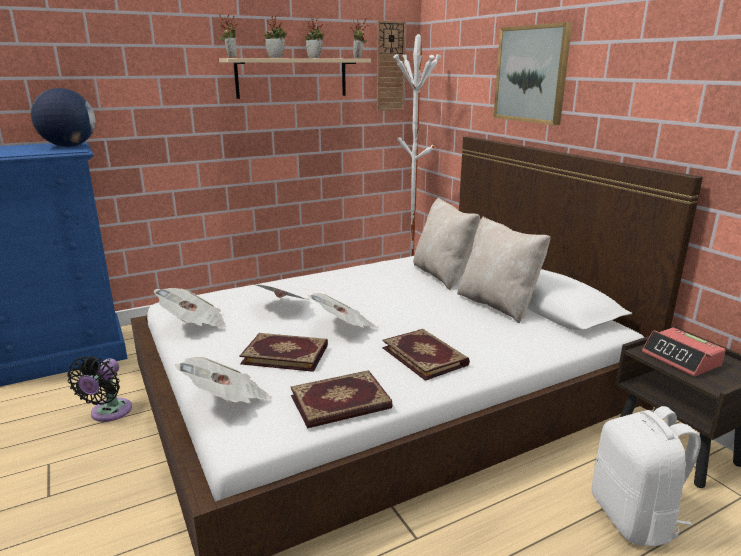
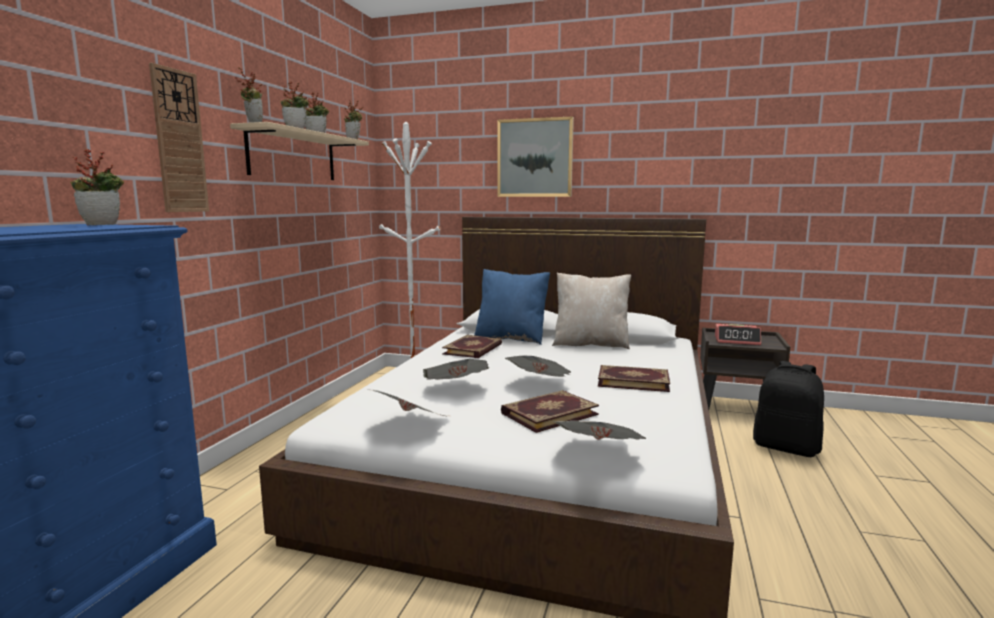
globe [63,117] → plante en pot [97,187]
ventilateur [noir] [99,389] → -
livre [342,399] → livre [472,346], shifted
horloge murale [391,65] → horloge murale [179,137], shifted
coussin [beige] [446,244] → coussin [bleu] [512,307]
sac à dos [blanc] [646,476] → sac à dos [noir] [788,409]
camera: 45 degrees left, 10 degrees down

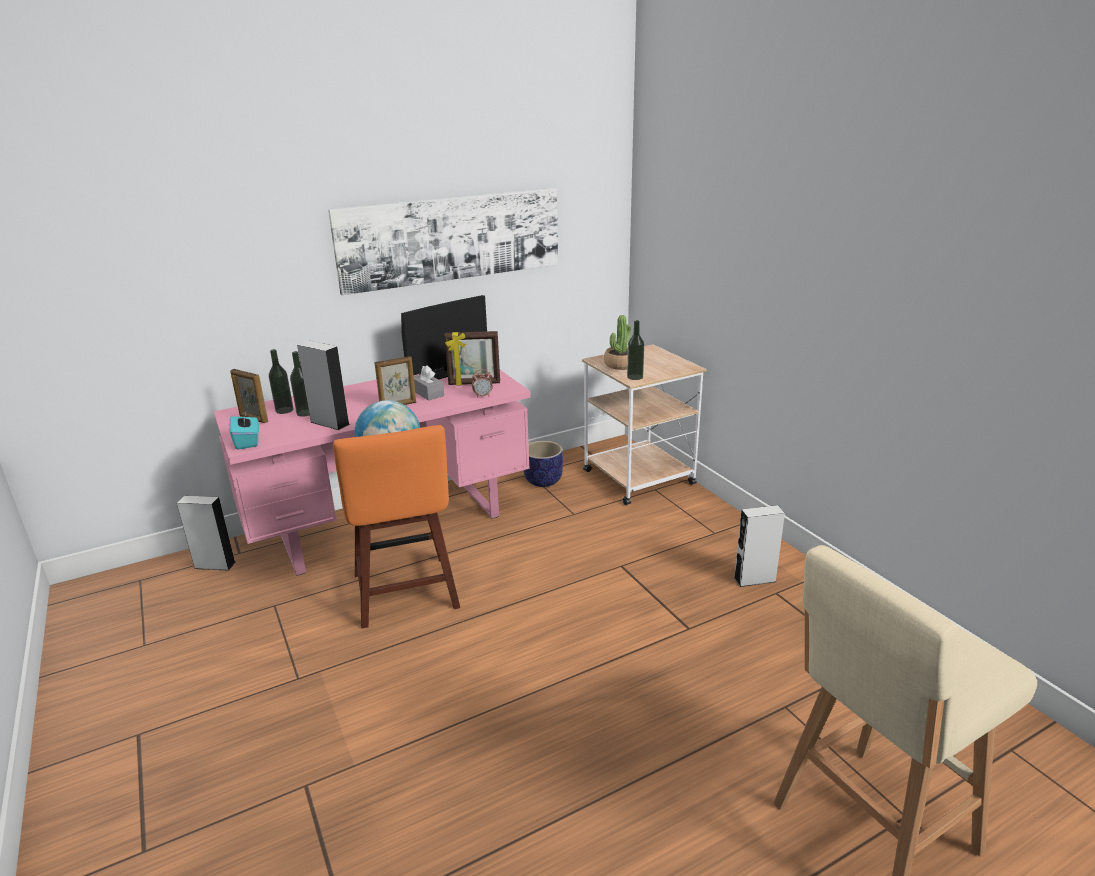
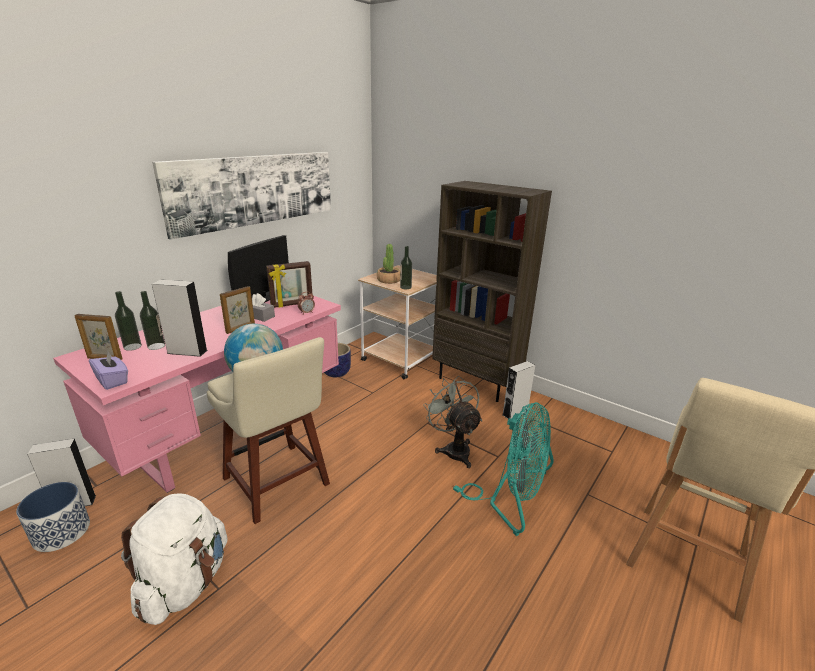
boîte à mouchoirs [turquoise] [244,431] → boîte à mouchoirs [violet] [108,370]
tabouret [orange] [396,527] → tabouret [beige] [268,430]
- → cache-pot [53,517]
- → sac à dos [blanc] [174,559]
- → ventilateur [gris] [453,422]
- → bibliothèque [marron] [492,291]
- → ventilateur [turquoise] [503,469]
camera: 25 degrees left, 0 degrees up

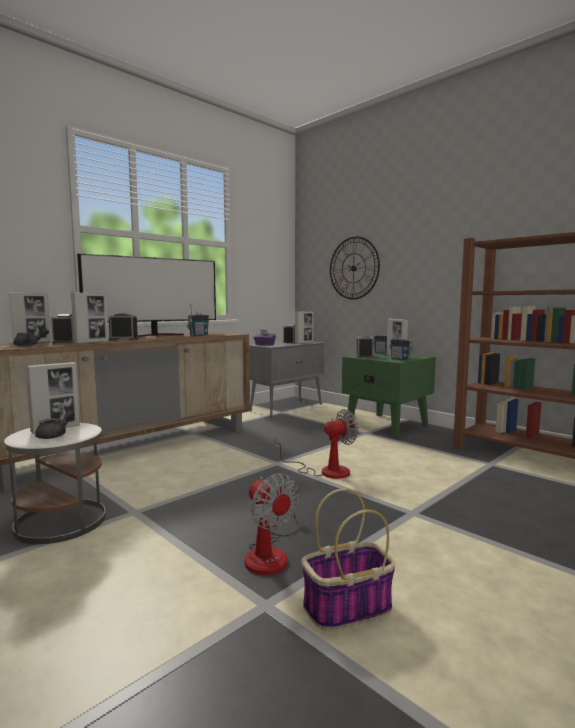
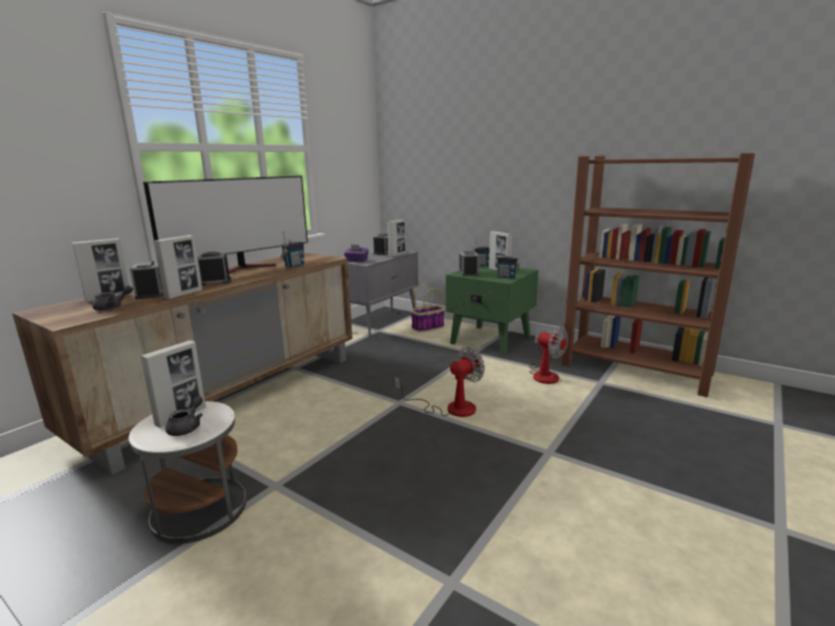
ventilateur [272,524] → ventilateur [548,355], shifted
panier [348,559] → panier [427,308], shifted
horloge murale [355,268] → -
camera: 10 degrees left, 10 degrees up

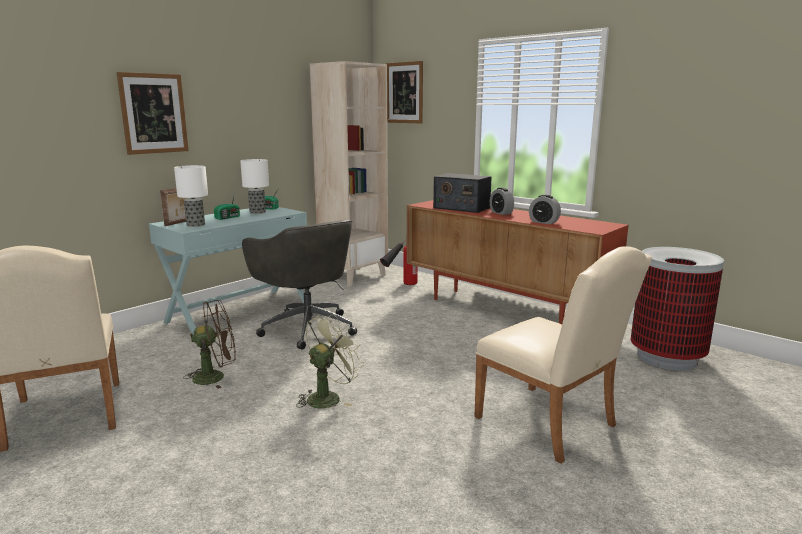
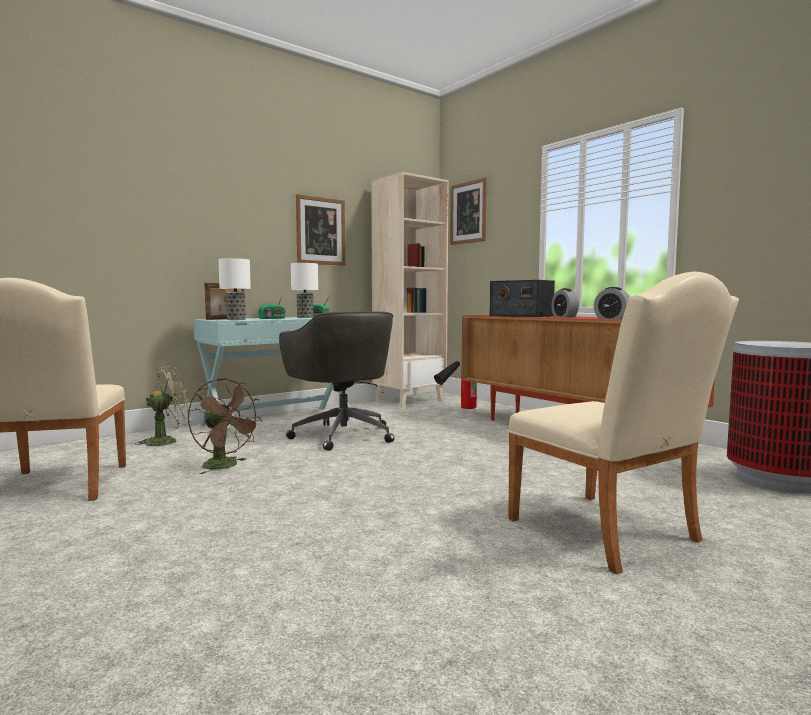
tableau [152,113] → tableau [320,230], shifted
ventilateur [marron] [209,344] → ventilateur [marron] [225,426], 45 degrees clockwise
ventilateur [vert] [330,361] → ventilateur [vert] [163,405], shifted
camera: 10 degrees right, 10 degrees down

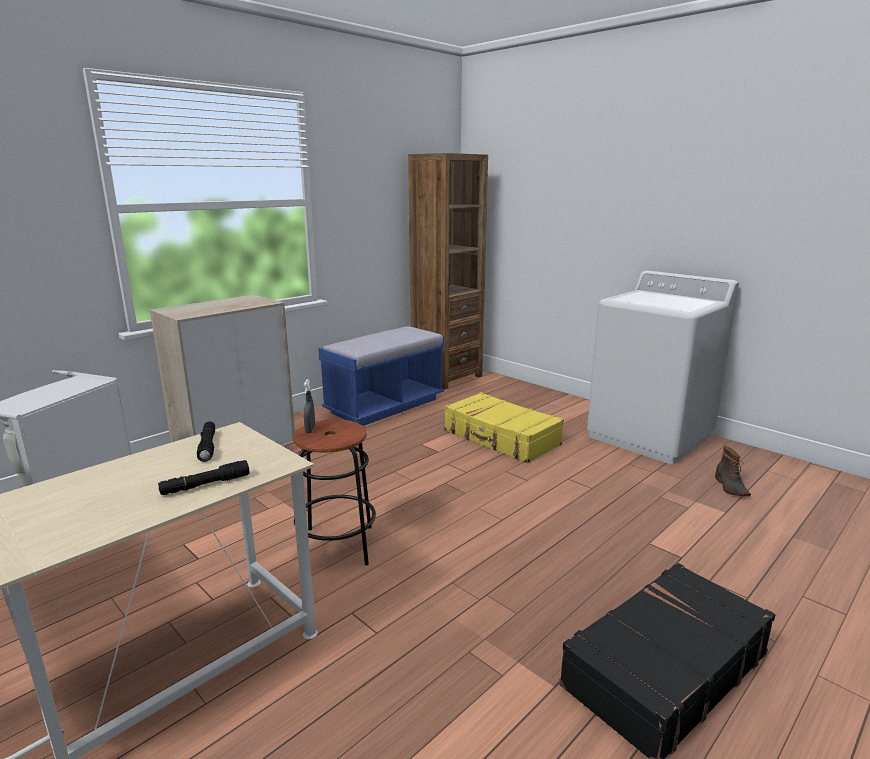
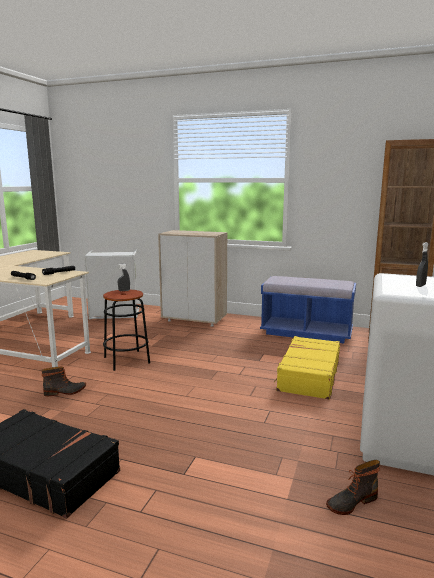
- → botte [64,381]
- → vaporisateur [gris] [422,264]
camera: 65 degrees right, 5 degrees down

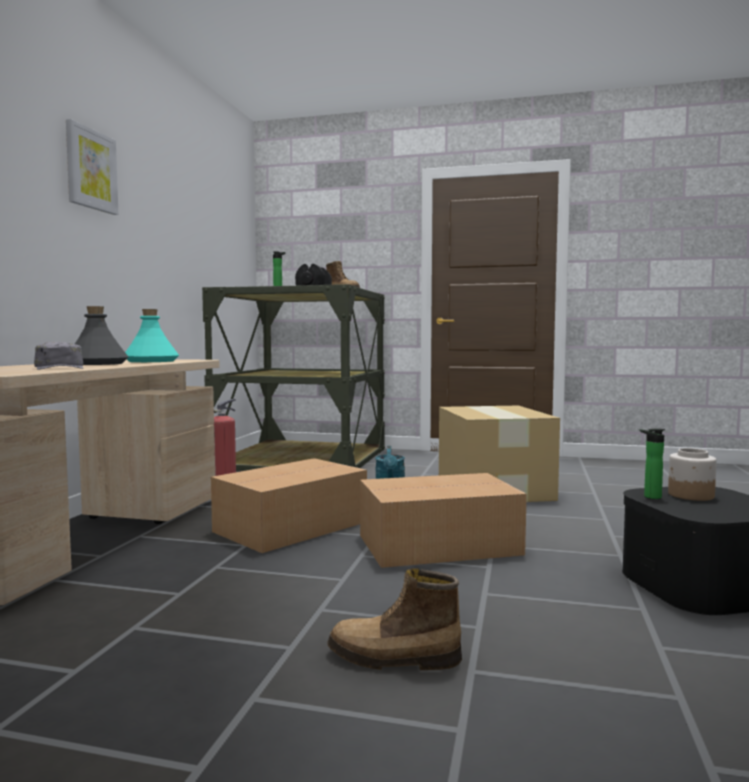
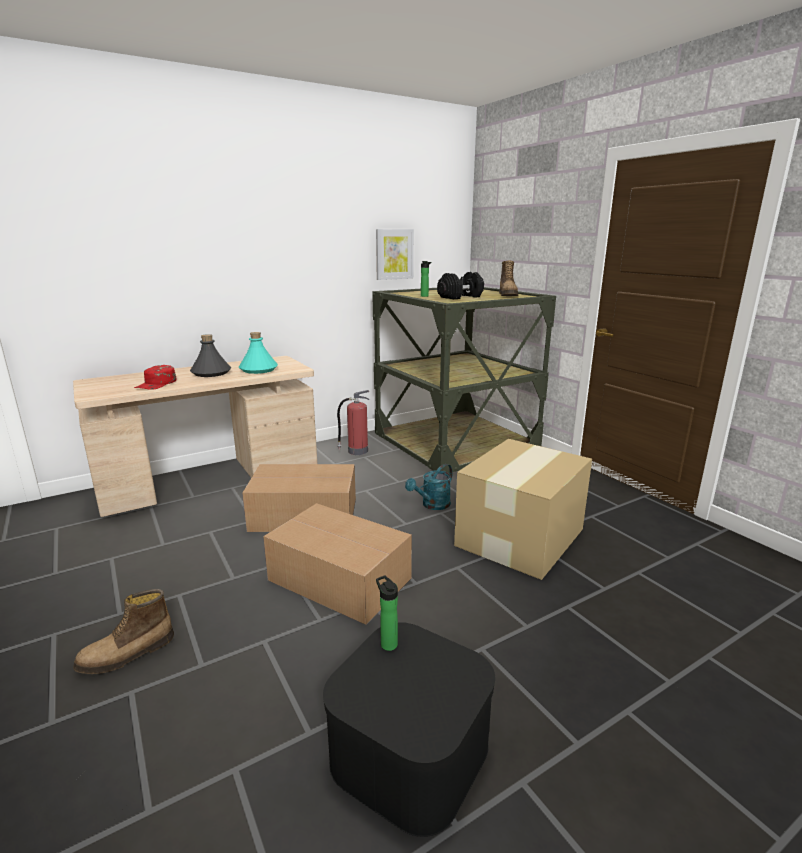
casquette [gris] [58,356] → casquette [rouge] [155,377]
tableau [92,167] → tableau [395,254], shifted
botte [394,619] → botte [123,631], 90 degrees counterclockwise
bocal [692,474] → -
camera: 45 degrees right, 15 degrees up

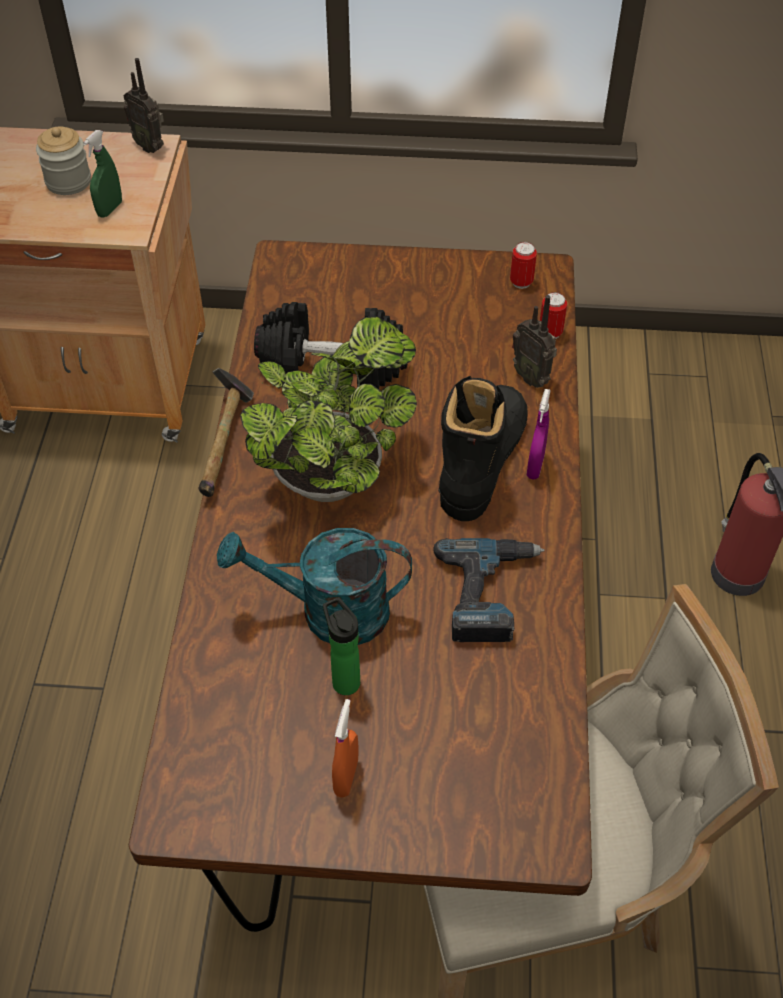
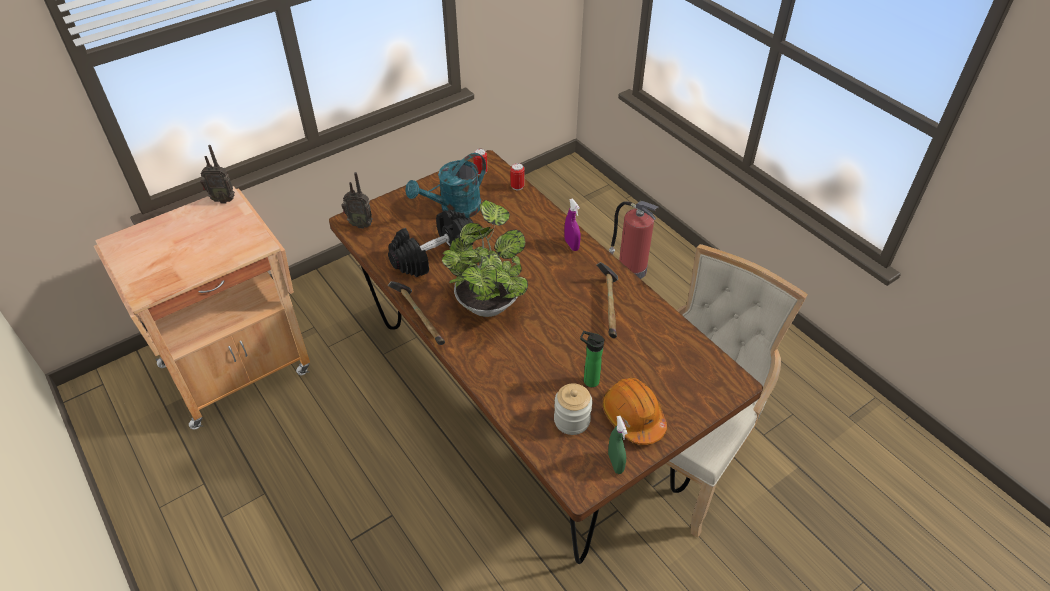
bocal [63,161] → bocal [573,409], shifted
vaporisateur [vert] [102,174] → vaporisateur [vert] [617,445], shifted
arrosoir [turquoise] [314,586] → arrosoir [turquoise] [445,185], shifted
vaporisateur [orange] [345,748] → casque de chantier [orange] [634,411]
perceuse [489,590] → marteau [607,300]
botte [noir] [482,448] → -
radio [534,341] → radio [357,200], shifted
camera: 40 degrees left, 5 degrees down

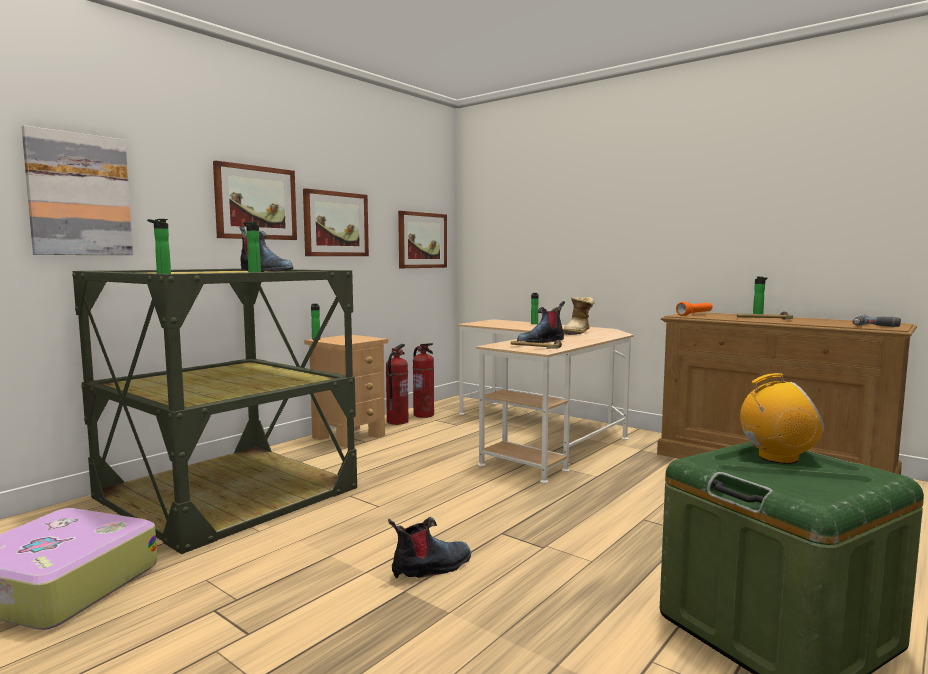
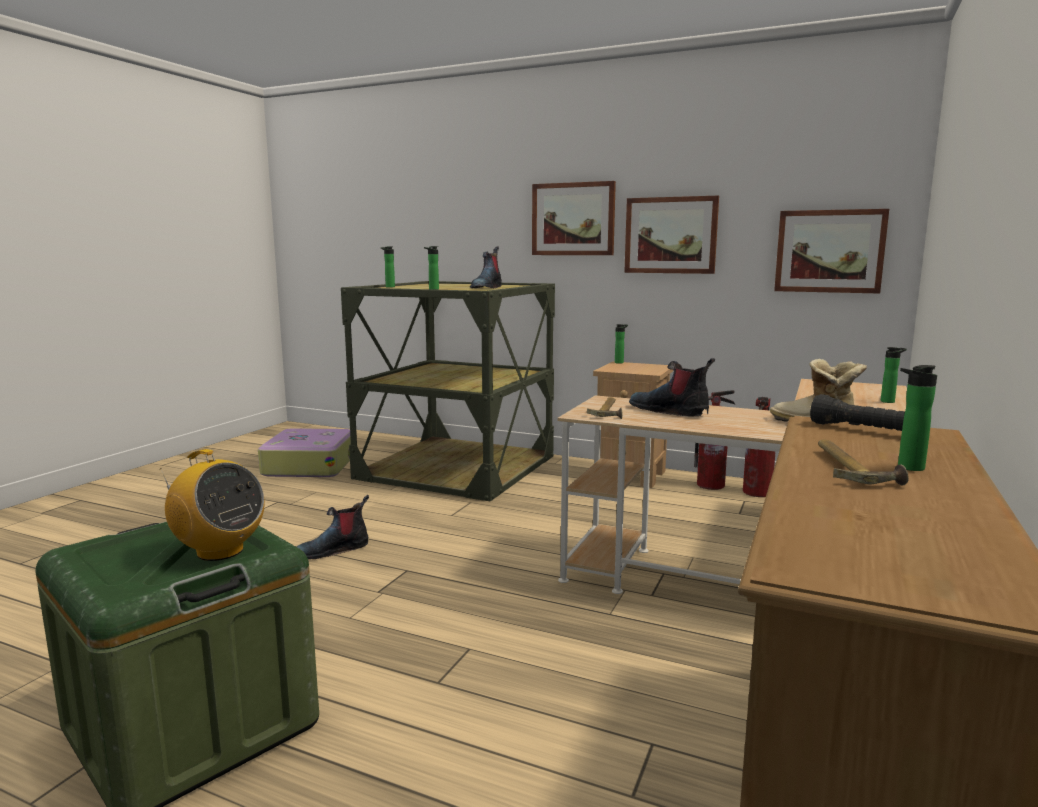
tableau [77,190] → -
botte [429,547] → botte [333,527], 105 degrees clockwise
lampe de poche [orange] [694,309] → lampe de poche [noir] [857,412]
radio [782,418] → radio [212,505], 45 degrees counterclockwise
perceuse [877,321] → -
camera: 75 degrees right, 5 degrees up

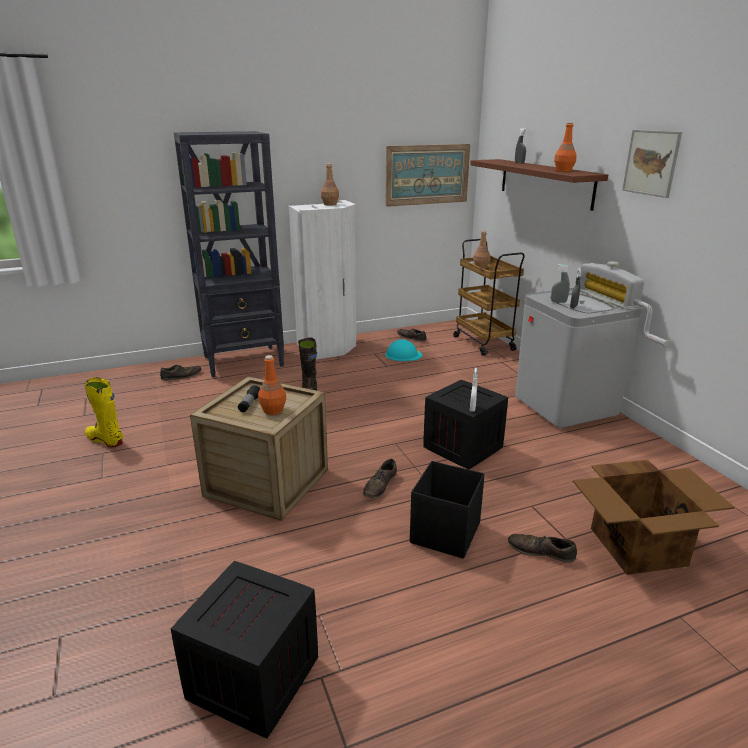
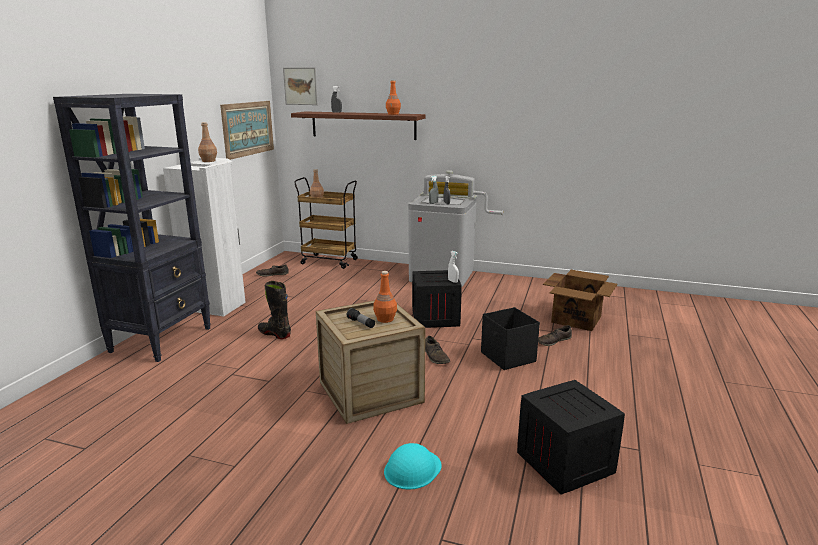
botte [jaune] [103,412] → -
chaussure [marron] [180,372] → -
casque de chantier [turquoise] [403,350] → casque de chantier [turquoise] [413,466], shifted
tableau [652,164] → tableau [300,86], shifted
camera: 50 degrees left, 5 degrees down

